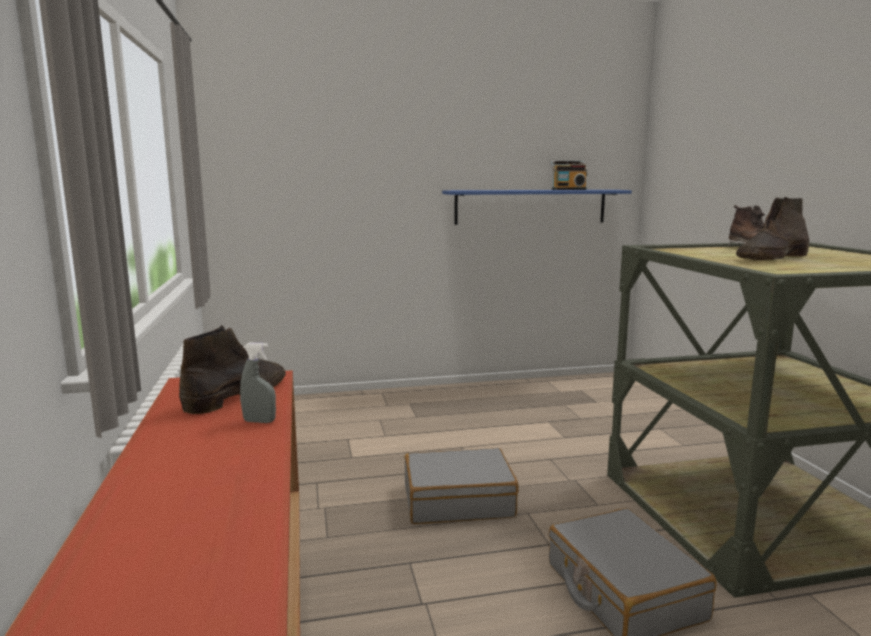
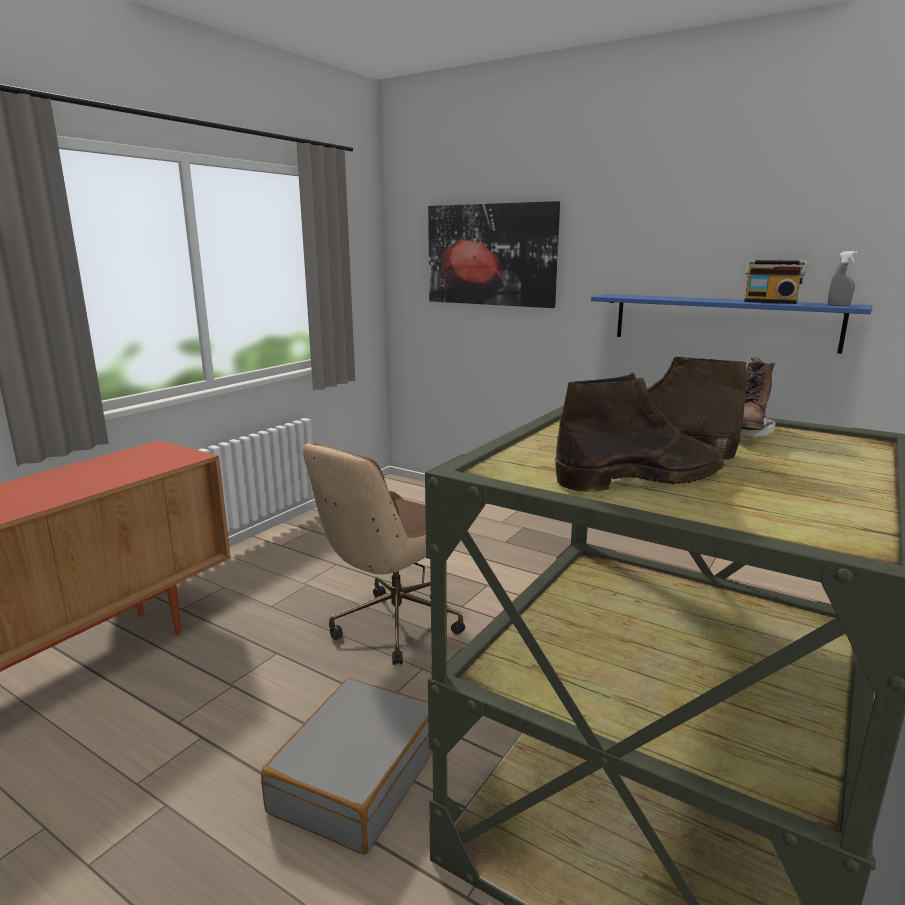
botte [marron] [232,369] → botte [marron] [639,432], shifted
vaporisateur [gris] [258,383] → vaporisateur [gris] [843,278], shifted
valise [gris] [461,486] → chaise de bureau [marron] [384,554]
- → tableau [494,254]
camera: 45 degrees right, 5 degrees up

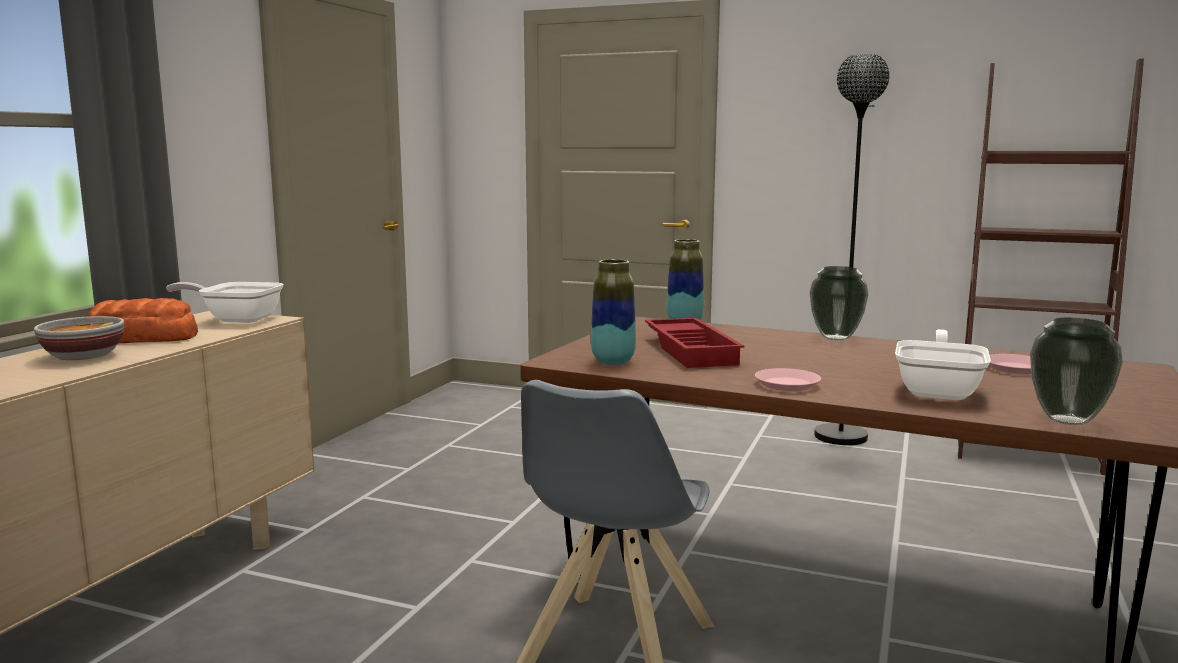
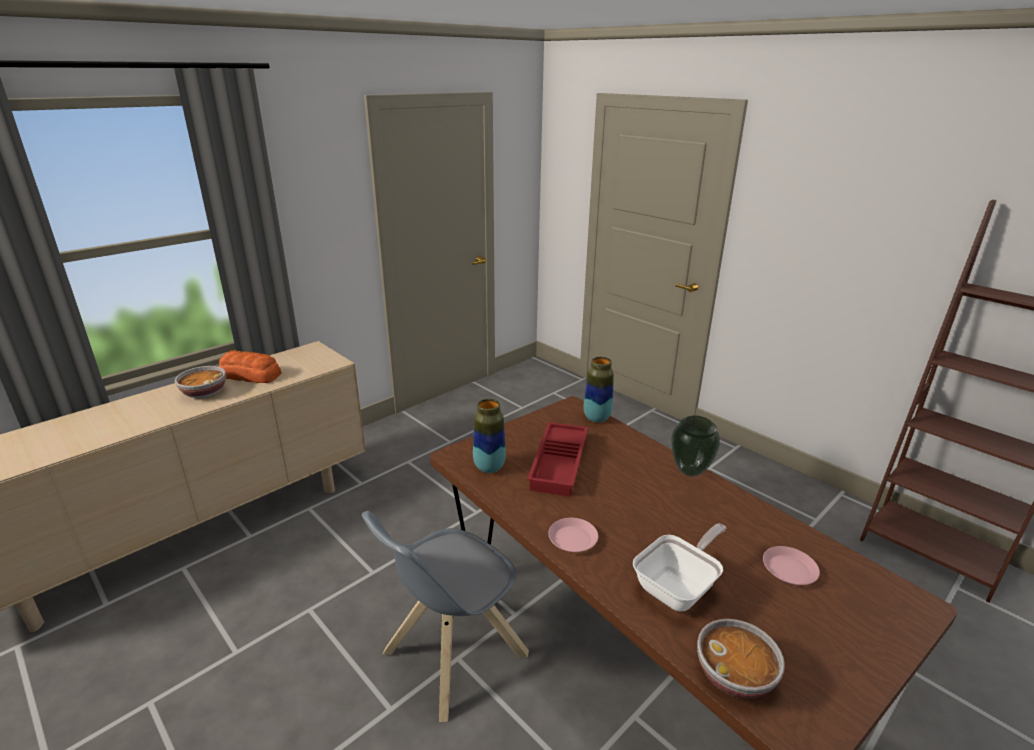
poêle [225,302] → -
lampadaire [noir] [852,249] → -
vase [1076,371] → bol [741,659]
camera: 25 degrees right, 15 degrees up

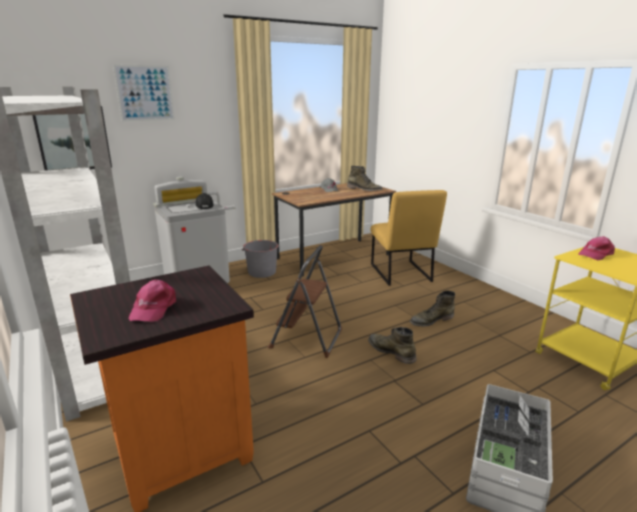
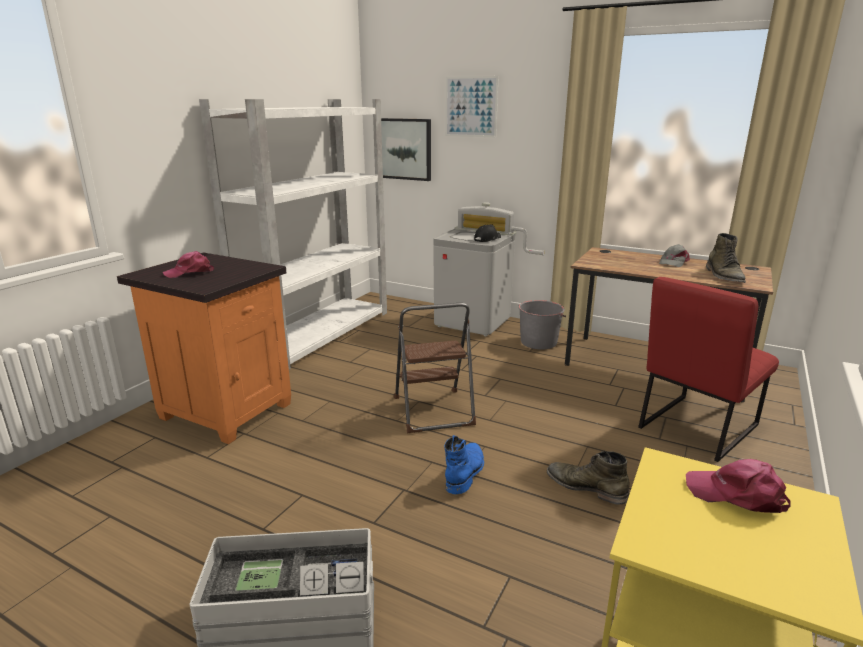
botte [vert] [392,345] → botte [bleu] [464,464]
chaise [jaune] [409,238] → chaise [rouge] [708,369]
camera: 60 degrees right, 0 degrees up

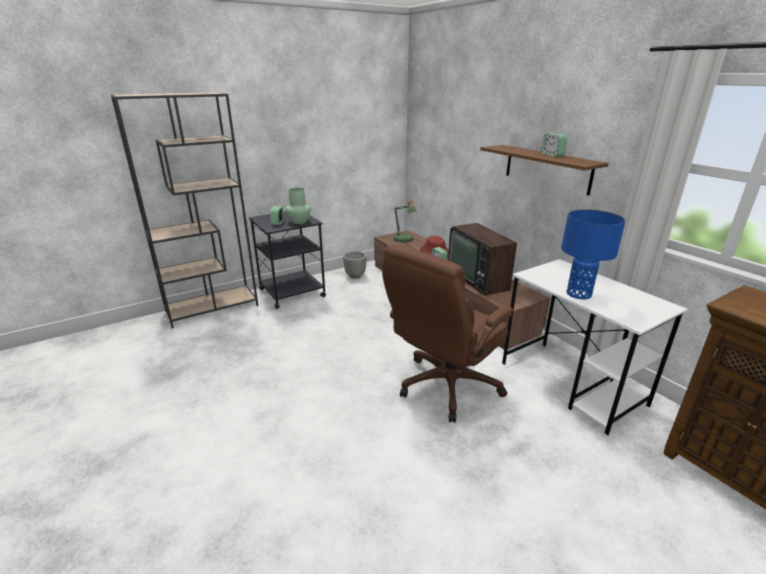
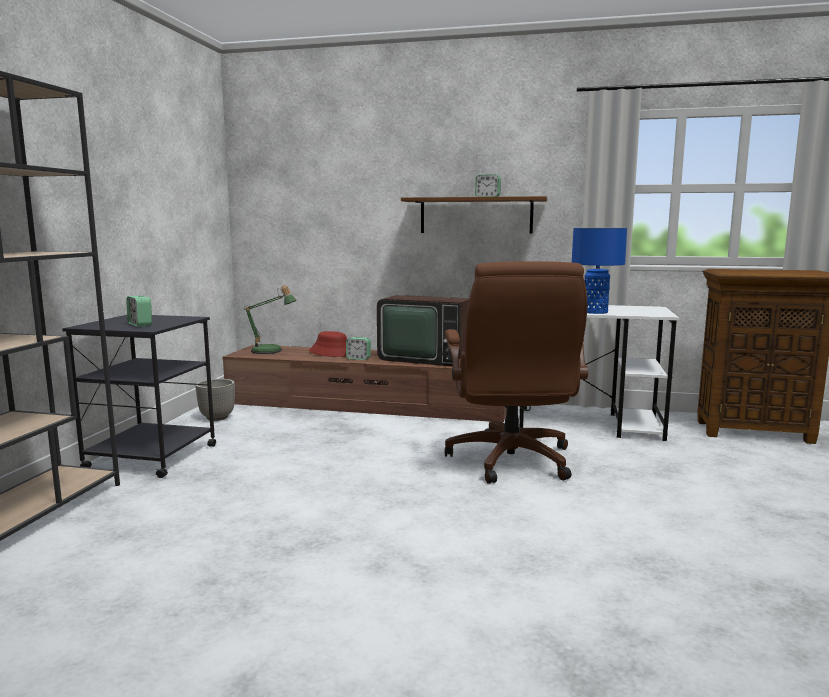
vase [vert] [298,206] → -
camera: 45 degrees left, 15 degrees down

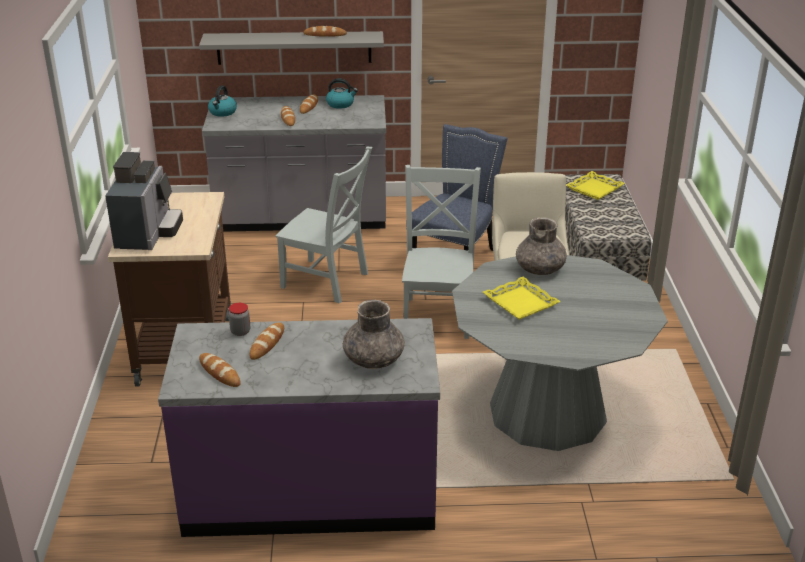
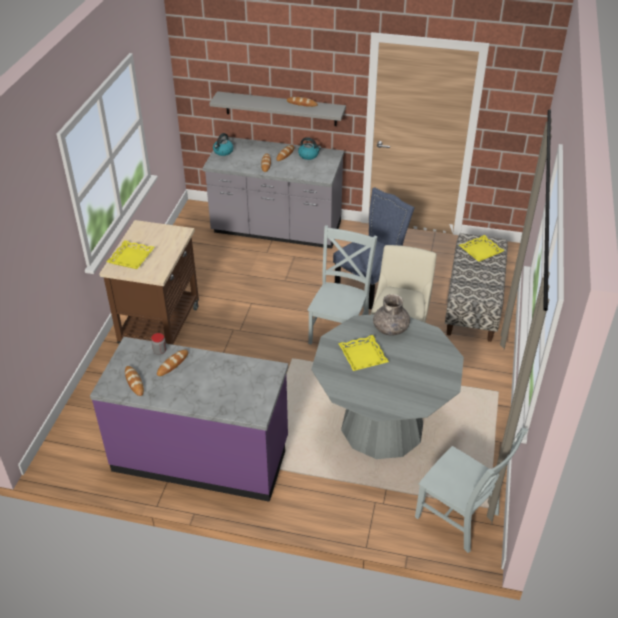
machine à café [144,201] → plateau [jaune] [131,254]
chaise [gris] [324,225] → chaise [gris] [471,490], shifted
vase [gris] [374,334] → -
camera: 15 degrees right, 10 degrees up

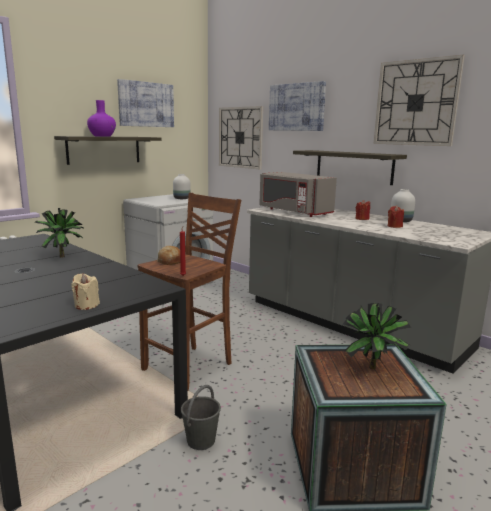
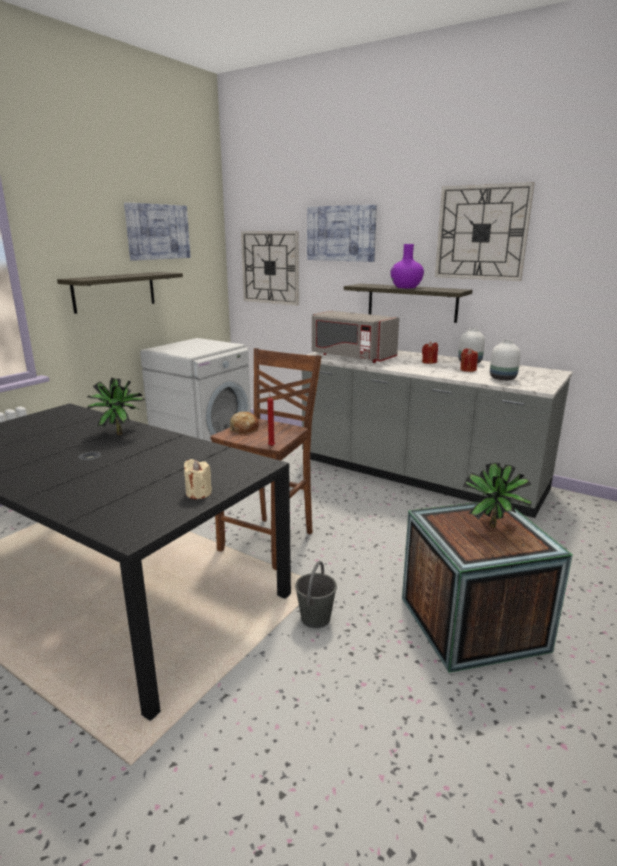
vase [violet] [101,118] → vase [violet] [407,266], shifted
vase [blanc] [182,186] → vase [blanc] [505,360], shifted
camera: 10 degrees left, 5 degrees up

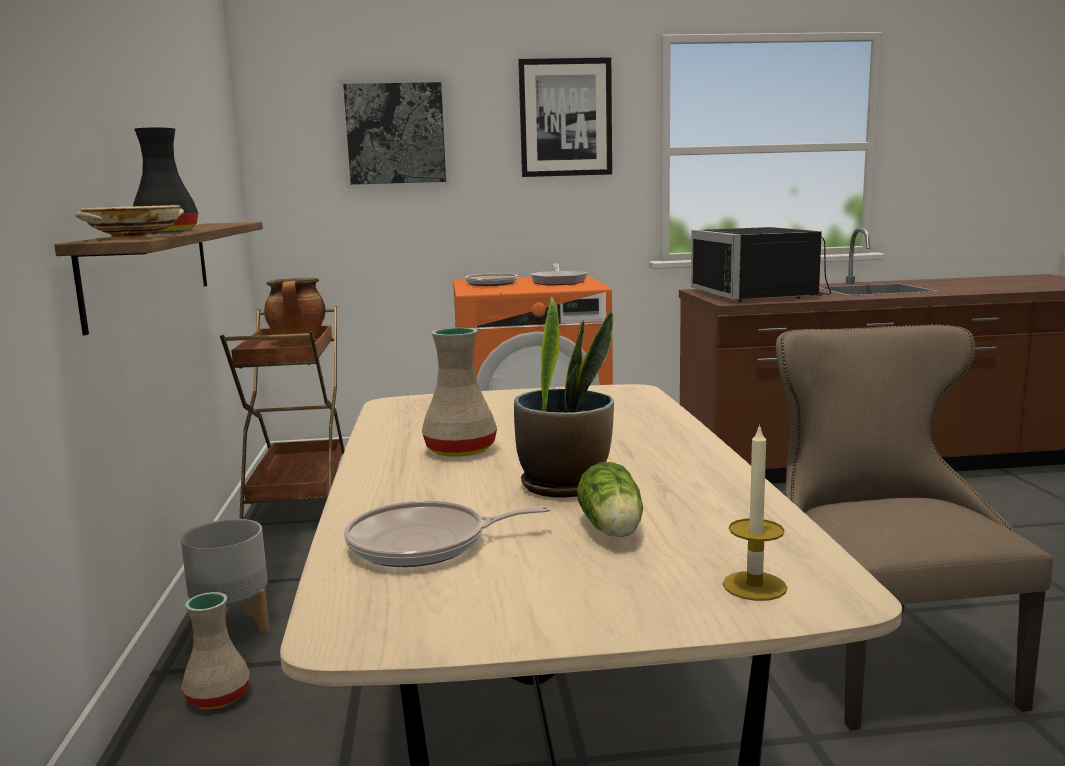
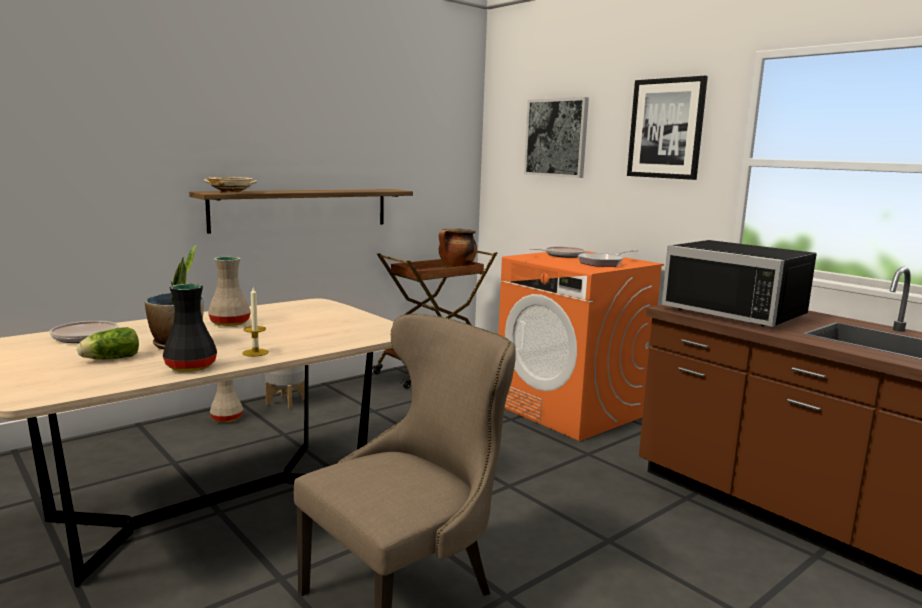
vase [noir] [165,180] → vase [noir] [190,328], shifted
micro-ondes [noir] [761,264] → micro-ondes [noir] [739,283], 90 degrees counterclockwise
bougie [755,512] → bougie [255,322], shifted
camera: 55 degrees right, 0 degrees up

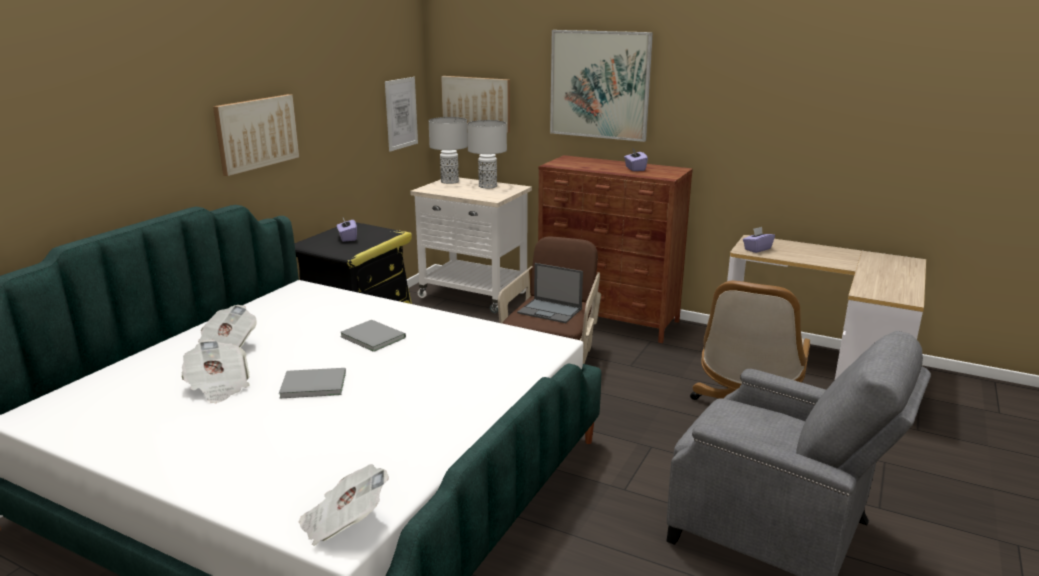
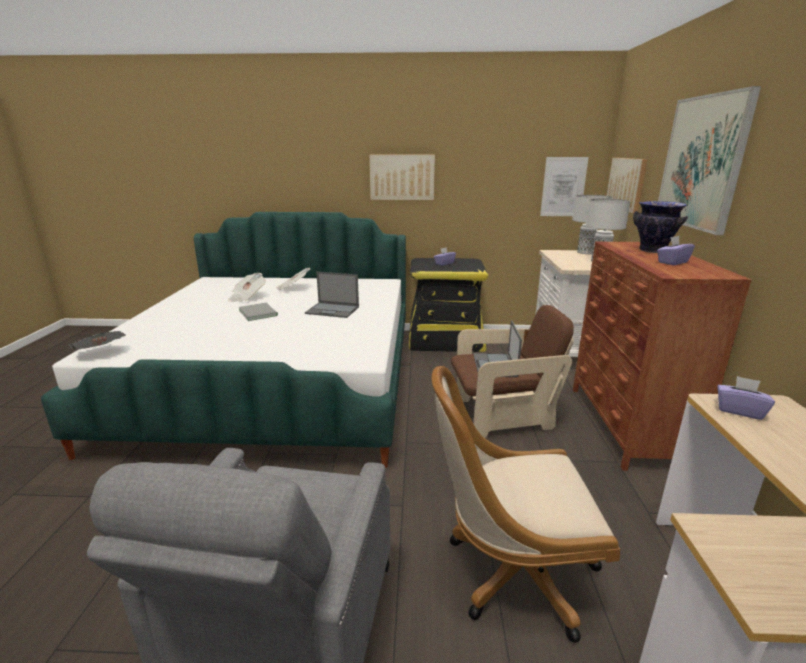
livre [gris] [373,336] → ordinateur portable [332,295]
- → vase [660,227]
camera: 65 degrees right, 0 degrees up

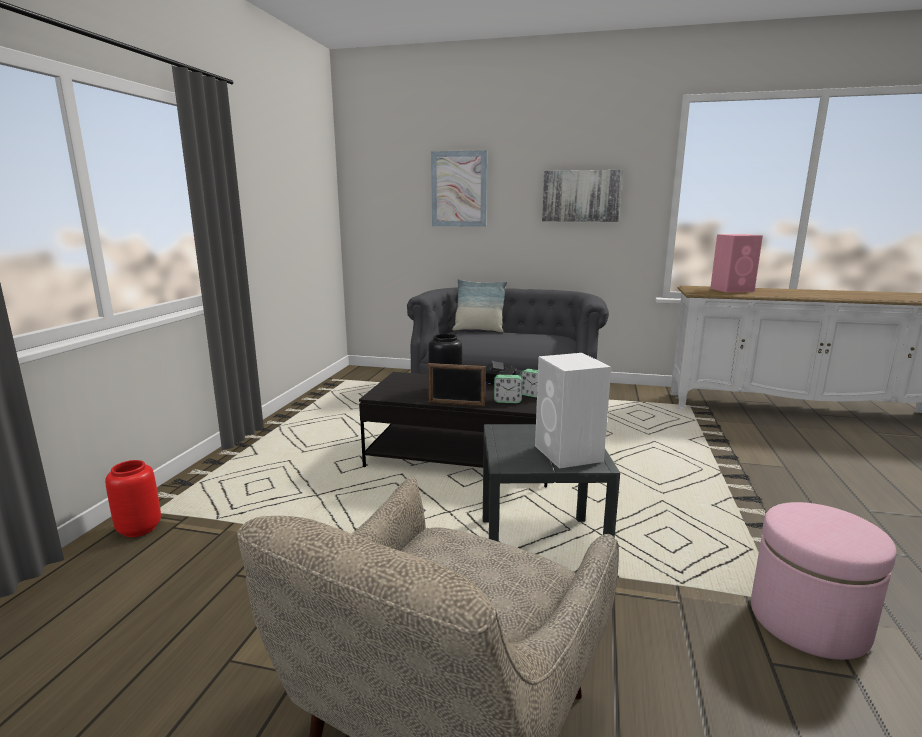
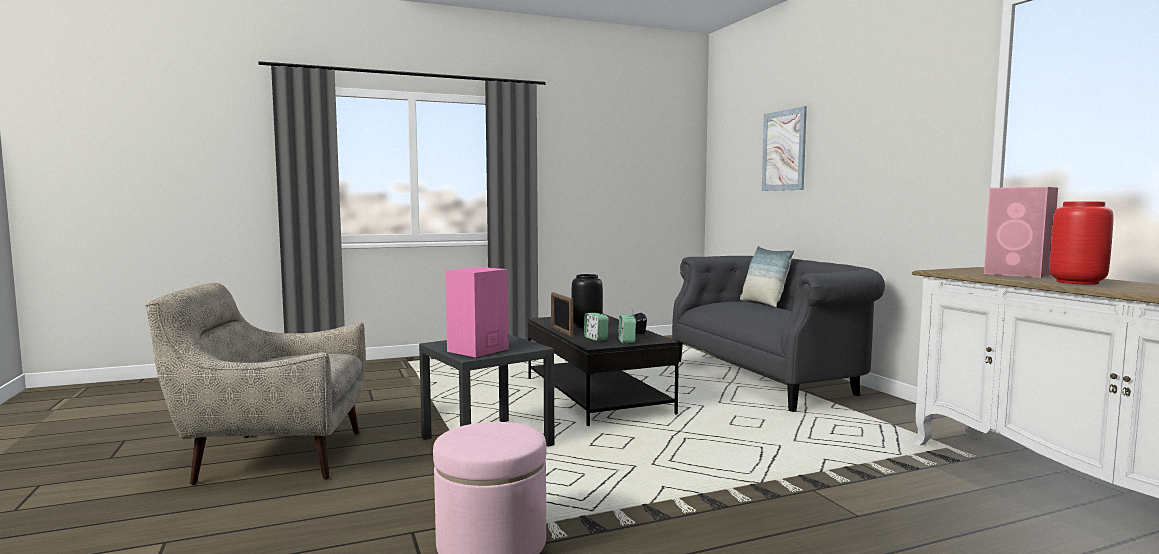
vase [rouge] [133,498] → vase [rouge] [1081,243], shifted
enceinte [blanc] [573,411] → enceinte [rose] [477,312]
tableau [582,196] → -
camera: 55 degrees right, 10 degrees down

